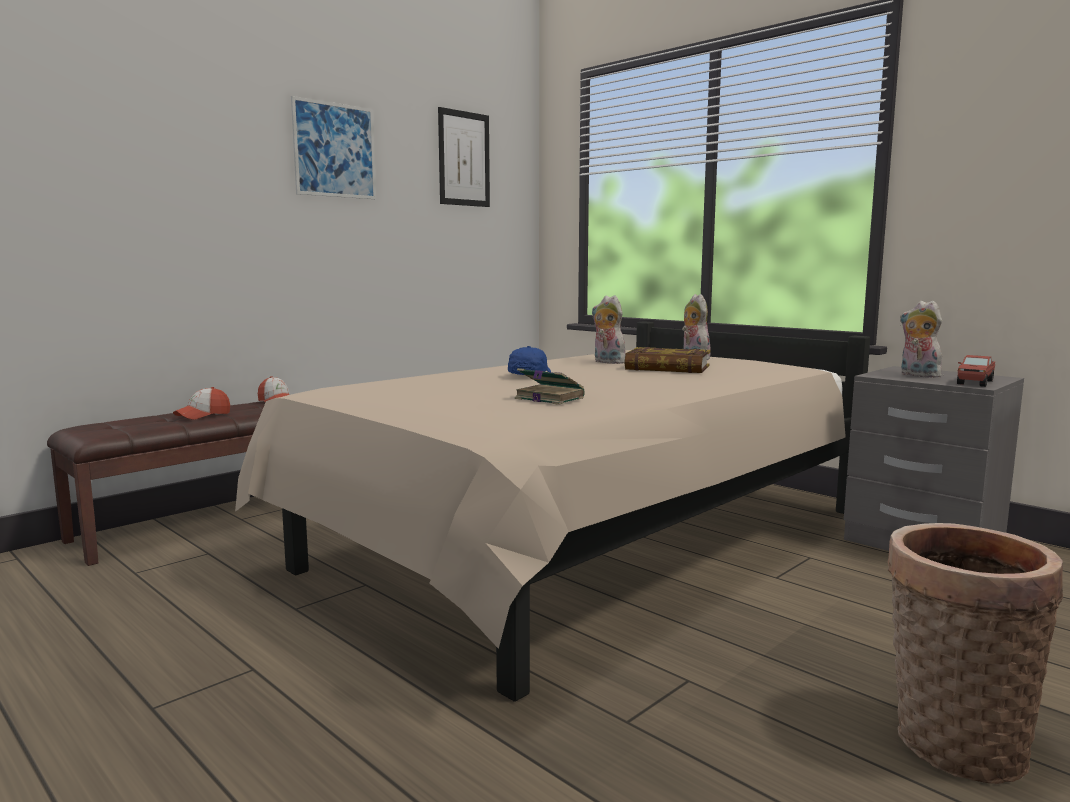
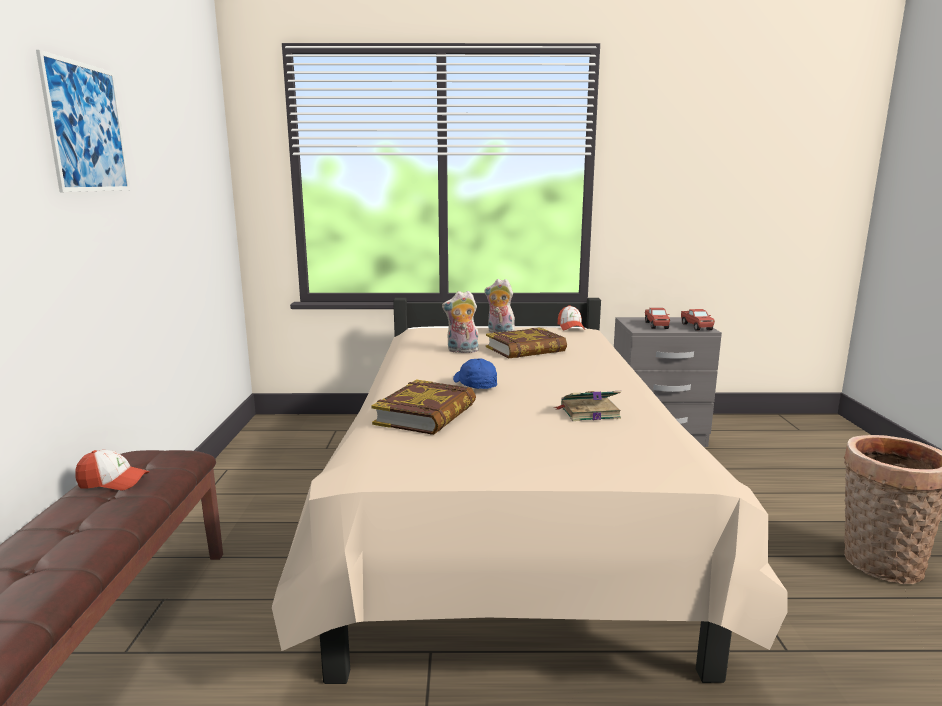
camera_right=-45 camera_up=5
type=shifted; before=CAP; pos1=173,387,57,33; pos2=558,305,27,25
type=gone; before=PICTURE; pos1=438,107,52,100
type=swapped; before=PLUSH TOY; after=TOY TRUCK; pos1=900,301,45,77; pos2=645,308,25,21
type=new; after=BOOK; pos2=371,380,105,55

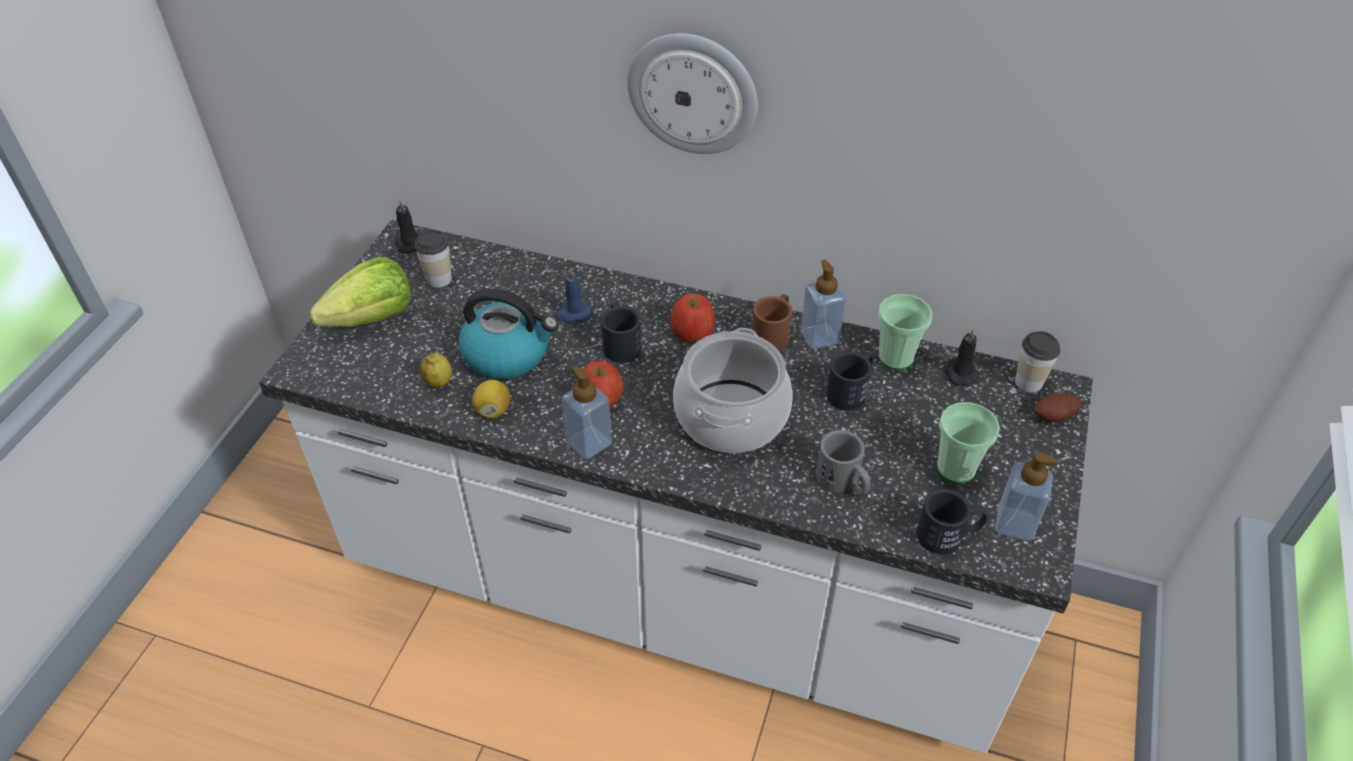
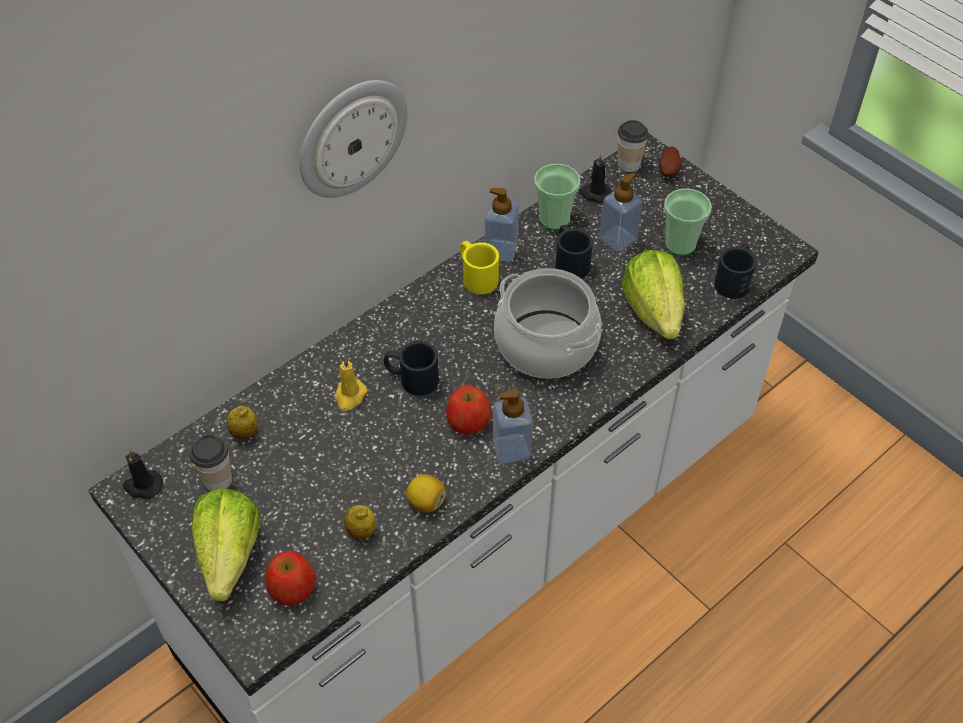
camera_right=-60 camera_up=5
type=gone; before=KETTLE; pos1=459,289,99,90
type=repainted; before=BLUE CANDLE; after=YELLOW CANDLE; pos1=555,268,37,55; pos2=334,357,33,54
type=shifted; before=APPLE; pos1=670,294,45,49; pos2=265,551,51,54
type=repainted; before=BROWN MUG; after=YELLOW MUG; pos1=752,294,40,57; pos2=460,241,39,53
type=swapped; before=GREY MUG; after=LETTUCE; pos1=816,430,55,66; pos2=622,250,63,89
type=shifted; before=SOAP DISPENSER; pos1=995,453,63,88; pos2=600,173,43,79
type=new; after=LEMON; pos2=227,406,31,33

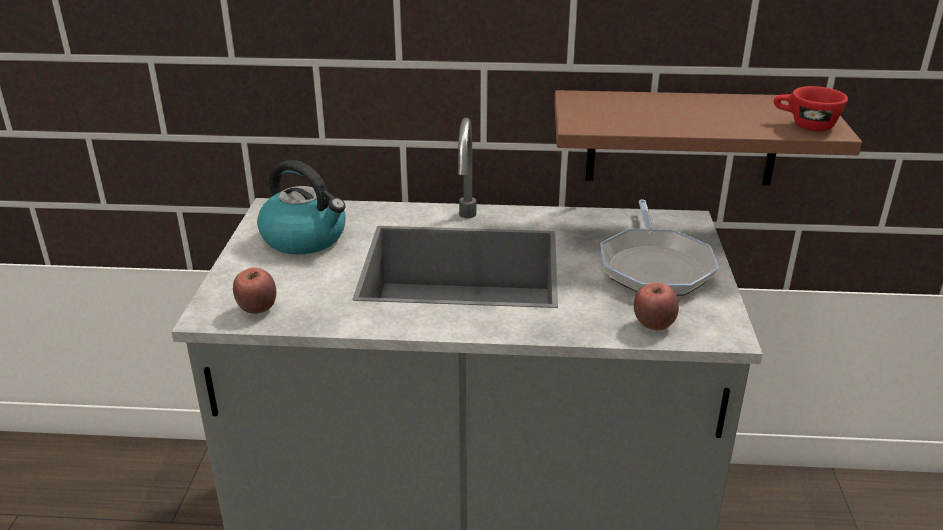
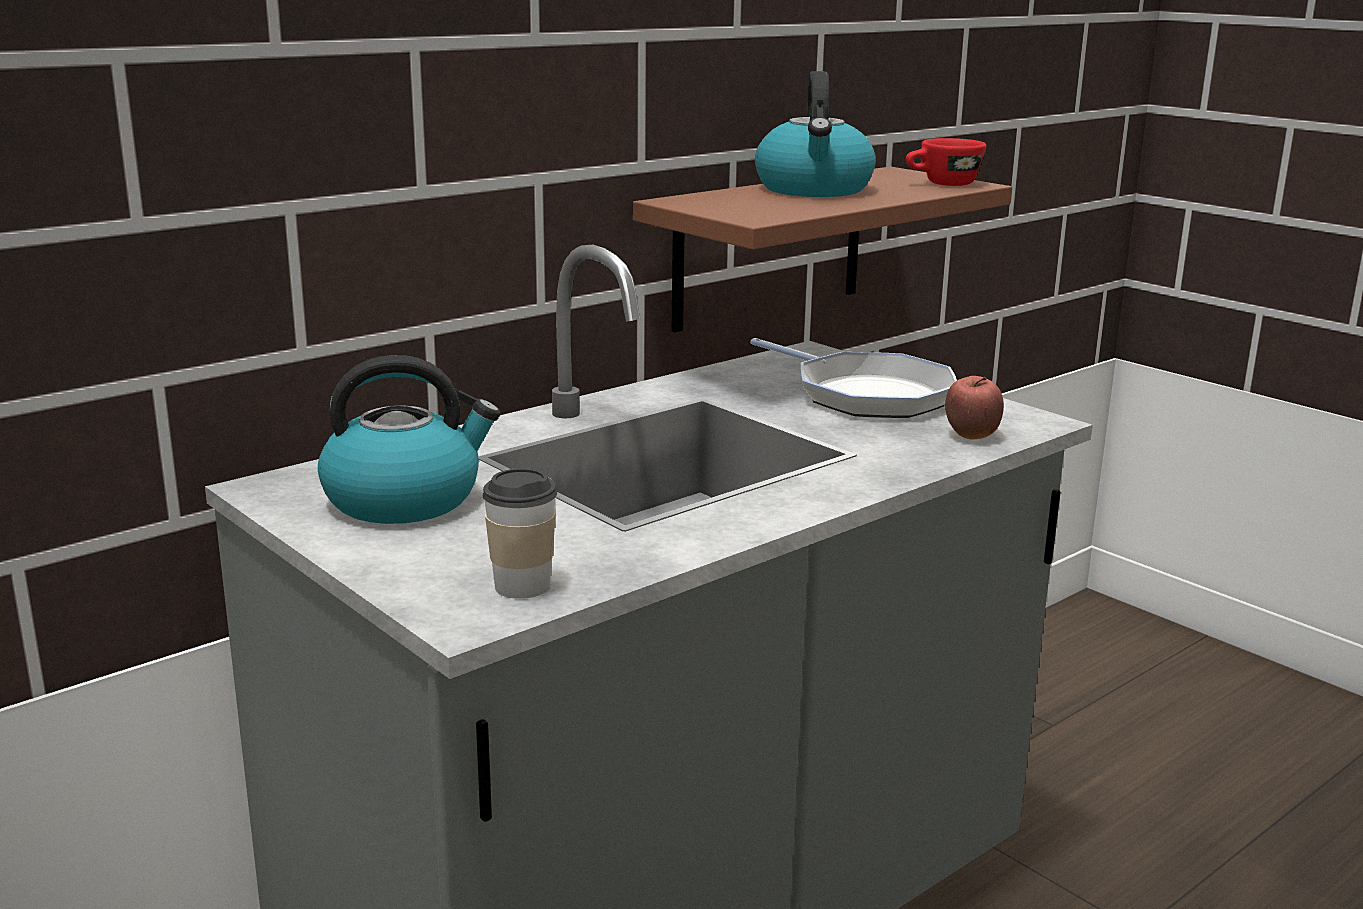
camera_right=-45 camera_up=-10
type=swapped; before=APPLE; after=CUP; pos1=233,267,43,47; pos2=482,468,75,131
type=new; after=KETTLE; pos2=755,71,121,126

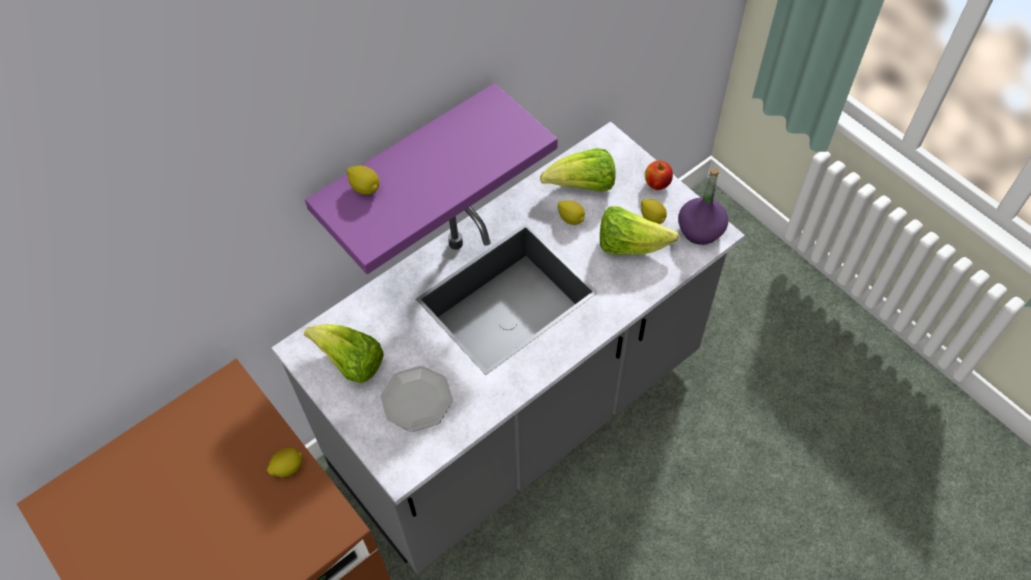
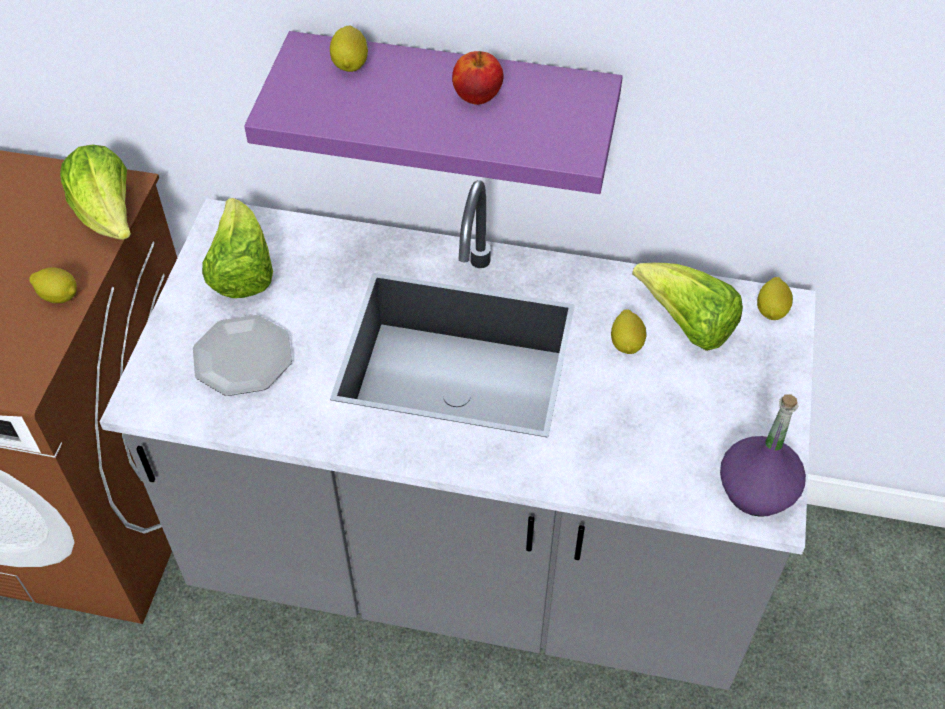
camera_right=50 camera_up=-5
type=shifted; before=LETTUCE; pos1=600,206,79,49; pos2=60,145,71,95
type=shifted; before=LEMON; pos1=641,199,26,25; pos2=757,277,36,43
type=shifted; before=APPLE; pos1=645,160,28,30; pos2=452,51,52,54

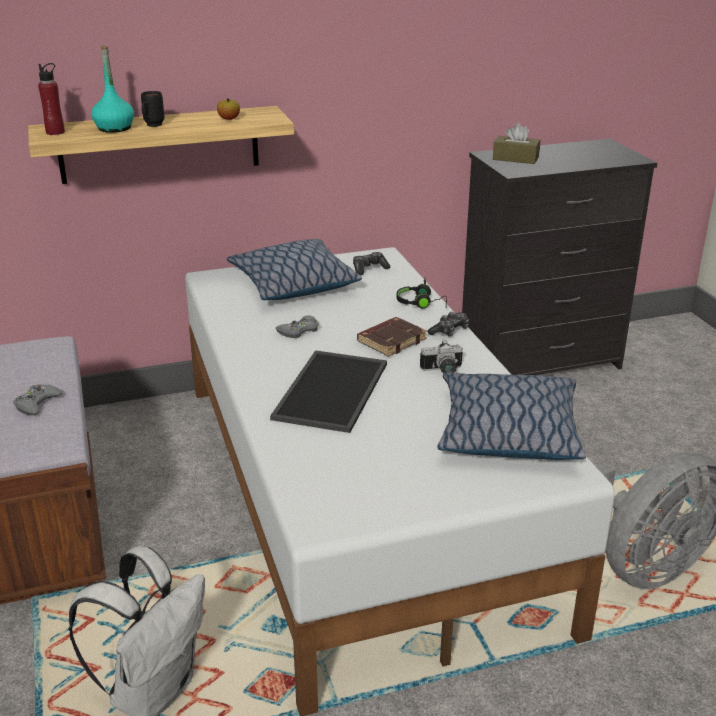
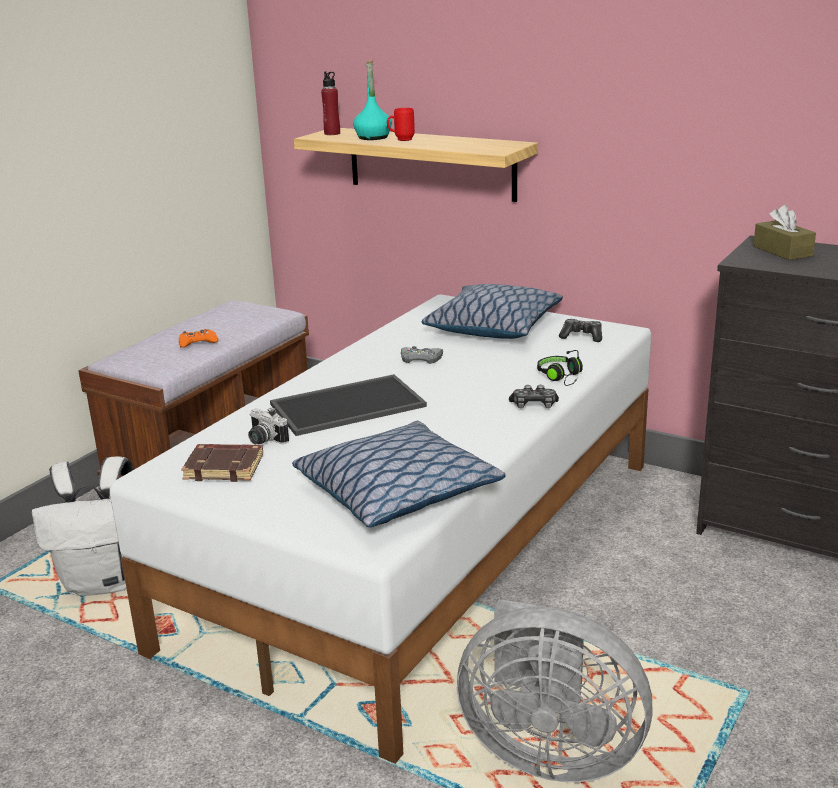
camera_right=50 camera_up=-5
type=repainted; before=GREY GAME CONTROLLER; after=ORANGE GAME CONTROLLER; pos1=13,384,49,31; pos2=179,329,39,19
type=repainted; before=BLACK MUG; after=RED MUG; pos1=141,91,23,36; pos2=387,108,28,33
type=gone; before=APPLE; pos1=217,98,23,22
type=shifted; before=BROWN BOOK; pos1=357,317,70,40; pos2=181,444,82,38
type=shifted; before=PHOTO CAMERA; pos1=420,340,43,33; pos2=248,407,41,38

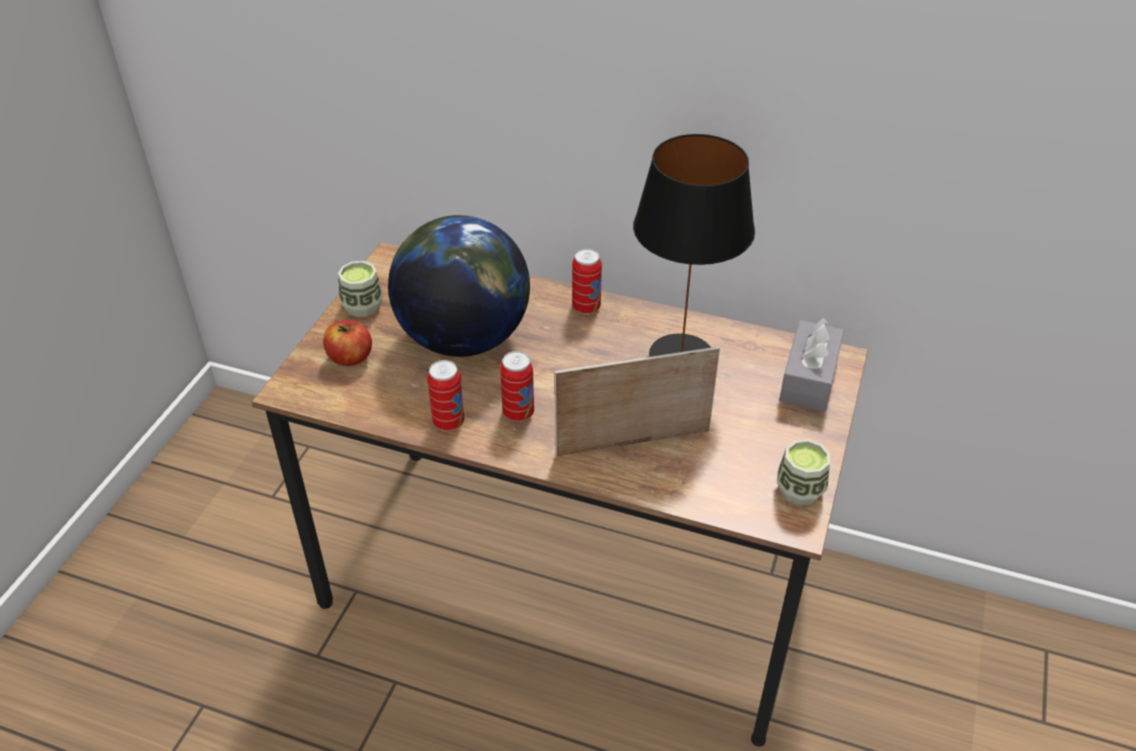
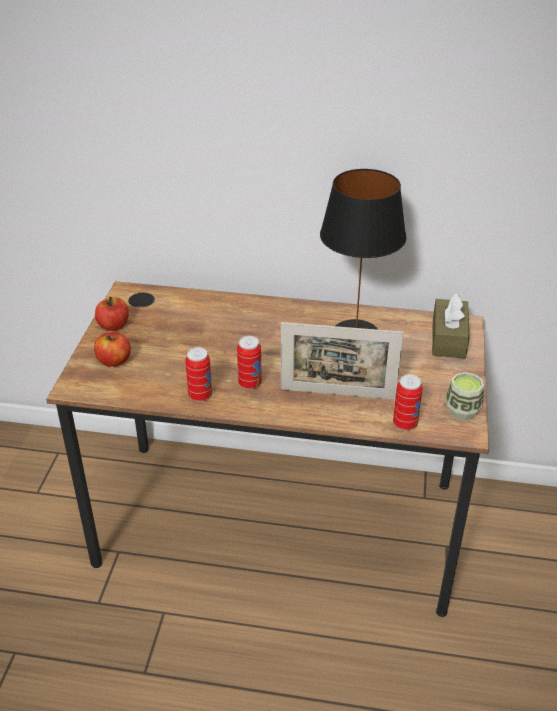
camera_right=-10 camera_up=-5
type=swapped; before=CUP; after=APPLE; pos1=338,261,45,56; pos2=95,297,34,34
type=gone; before=GLOBE; pos1=388,215,142,142
type=rotated; before=PICTURE FRAME; pos1=555,346,165,111; pos2=281,322,123,77; turn=-150
type=shifted; before=CAN; pos1=572,248,30,67; pos2=393,374,30,57
type=repainted; before=GREY TISSUE BOX; after=BROWN TISSUE BOX; pos1=779,318,65,94; pos2=432,293,38,65

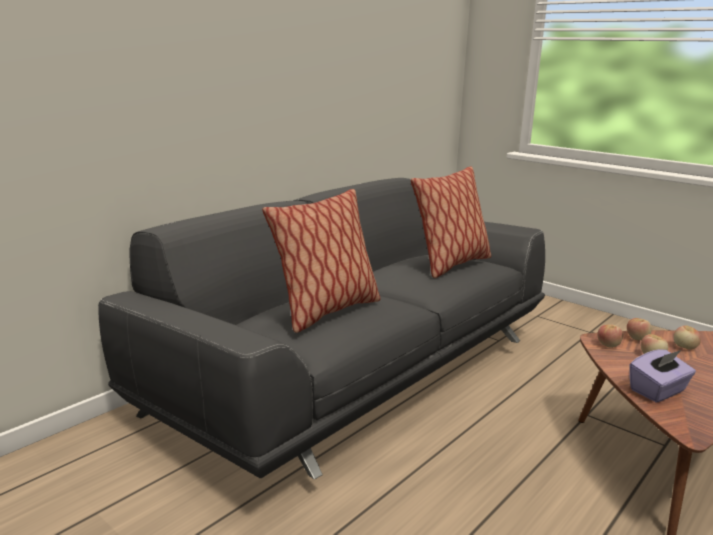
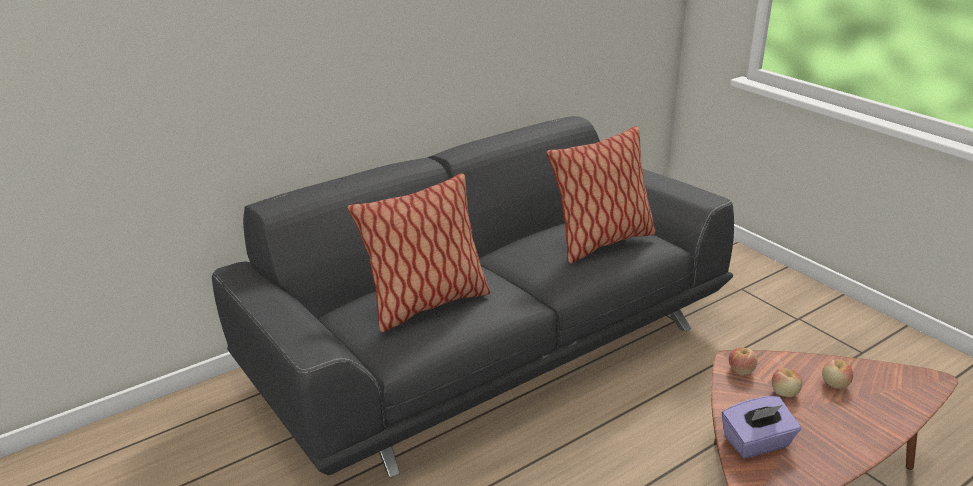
camera_right=15 camera_up=10
type=gone; before=APPLE; pos1=627,318,25,22

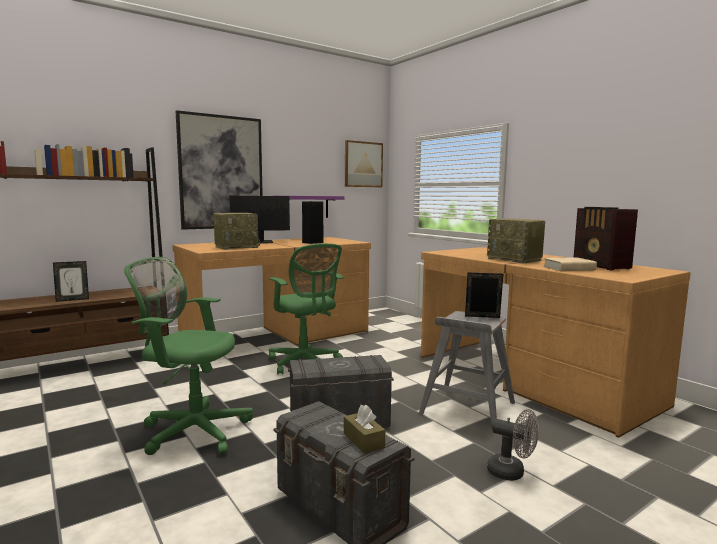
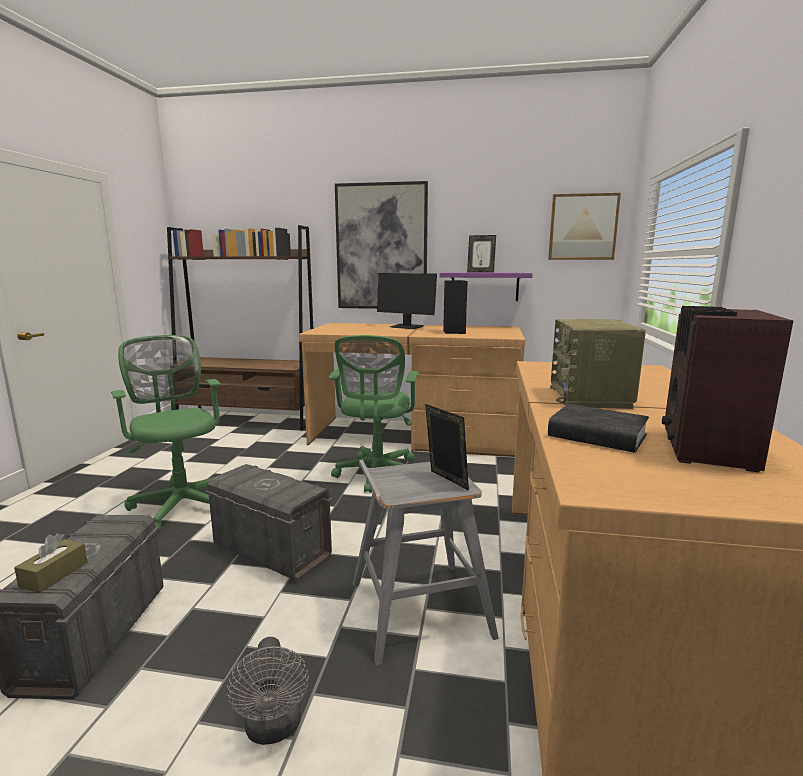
camera_right=45 camera_up=5
type=shifted; before=PICTURE FRAME; pos1=53,261,36,41; pos2=467,235,29,38
type=gone; before=RADIO; pos1=213,213,48,37
type=repainted; before=BEIGE BOOK; after=BLACK BOOK; pos1=543,257,54,14; pos2=548,404,101,49

